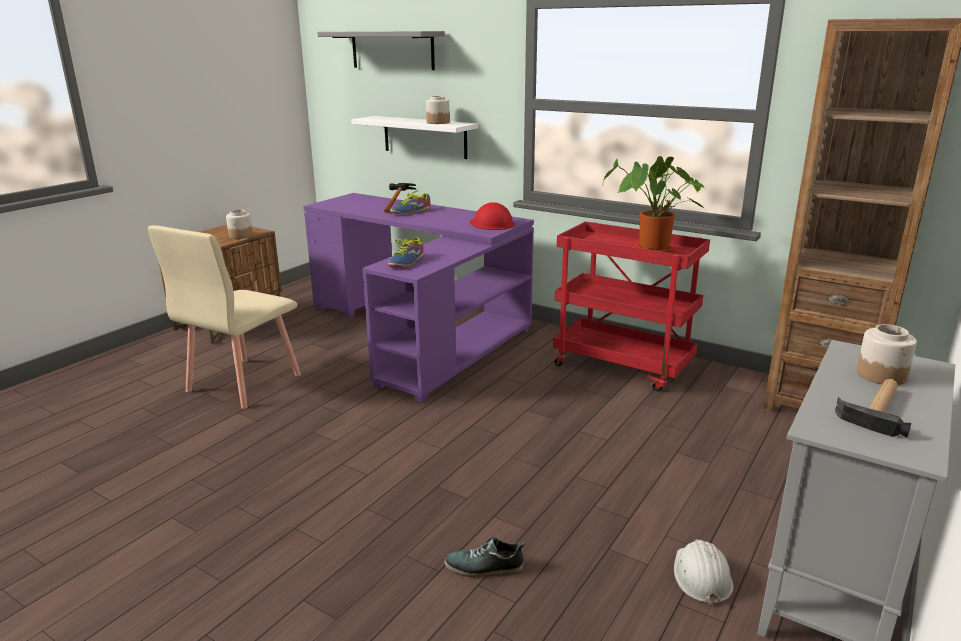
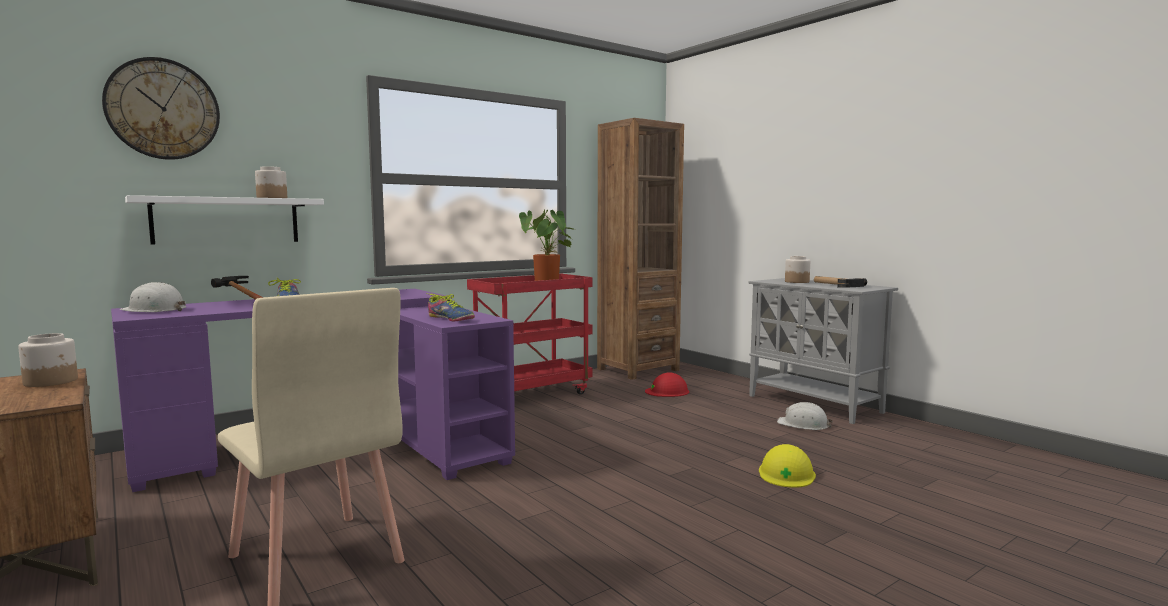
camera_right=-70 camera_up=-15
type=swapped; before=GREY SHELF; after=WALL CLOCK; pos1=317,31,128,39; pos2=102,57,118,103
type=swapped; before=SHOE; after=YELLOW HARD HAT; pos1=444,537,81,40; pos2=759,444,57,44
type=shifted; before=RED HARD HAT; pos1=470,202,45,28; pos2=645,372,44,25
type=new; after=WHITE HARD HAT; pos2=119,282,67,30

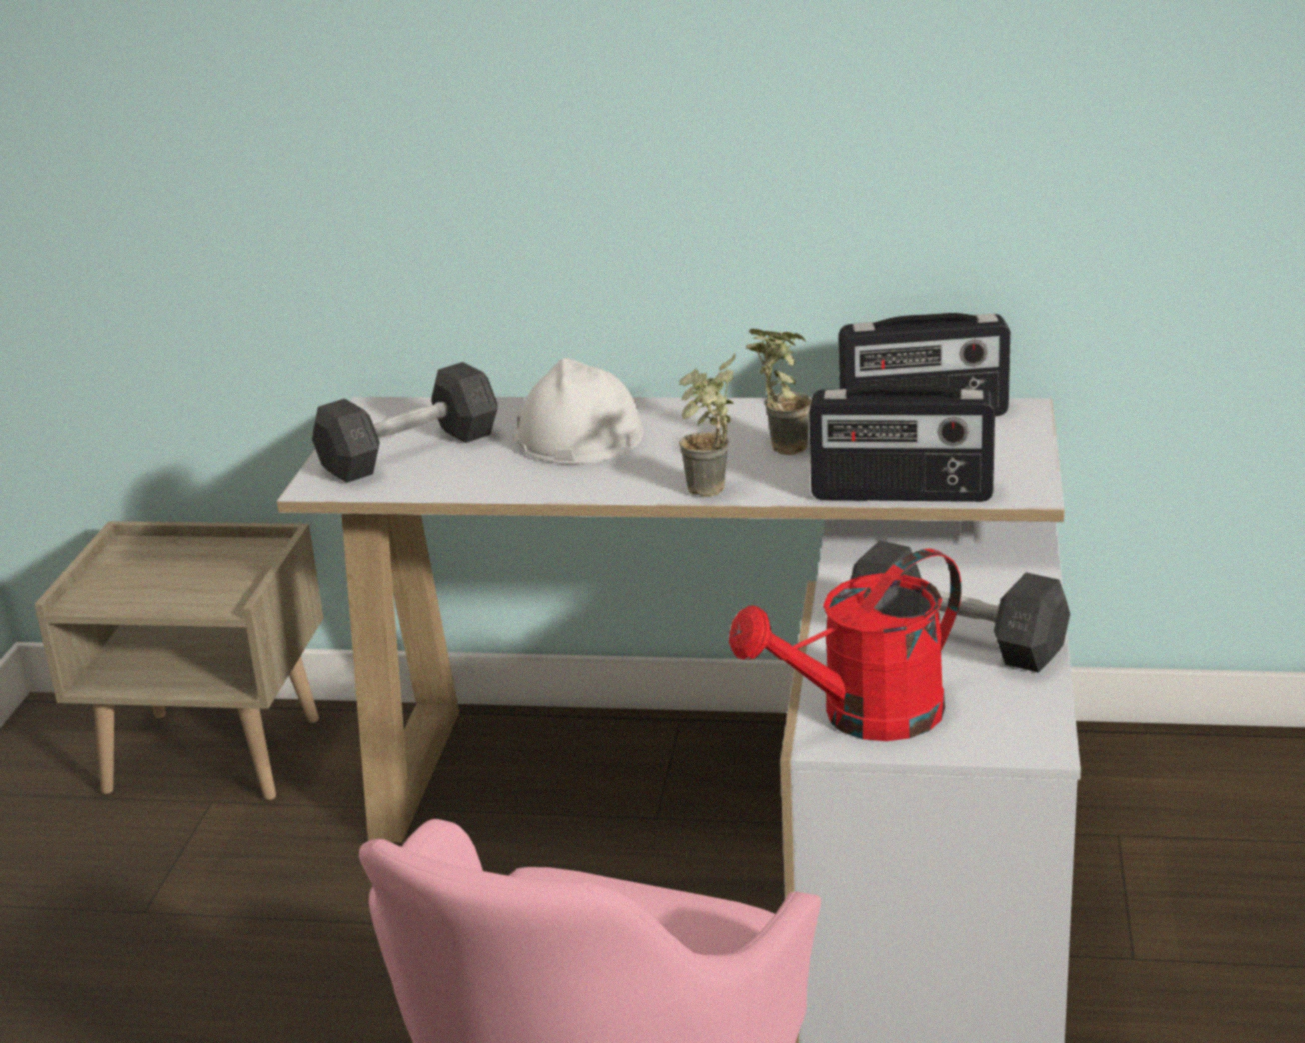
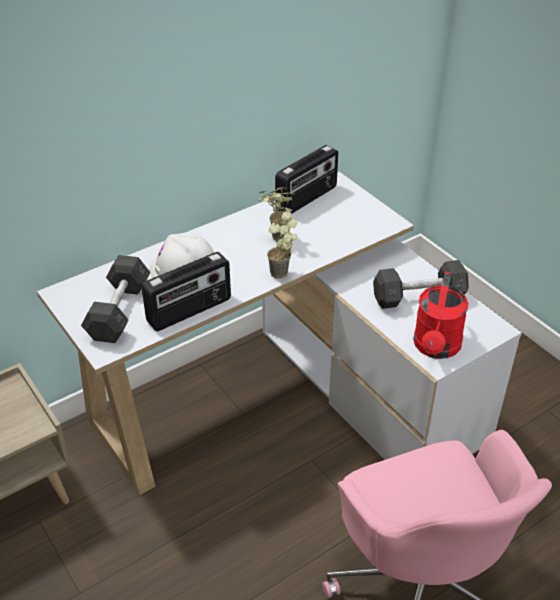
camera_right=-45 camera_up=15
type=shifted; before=RADIO; pos1=809,385,186,117; pos2=142,252,89,79

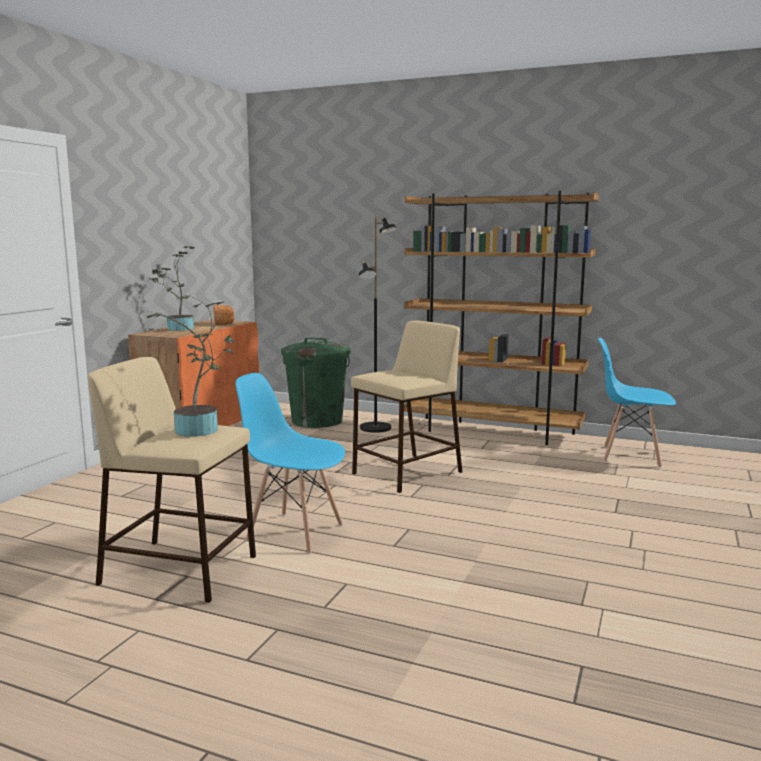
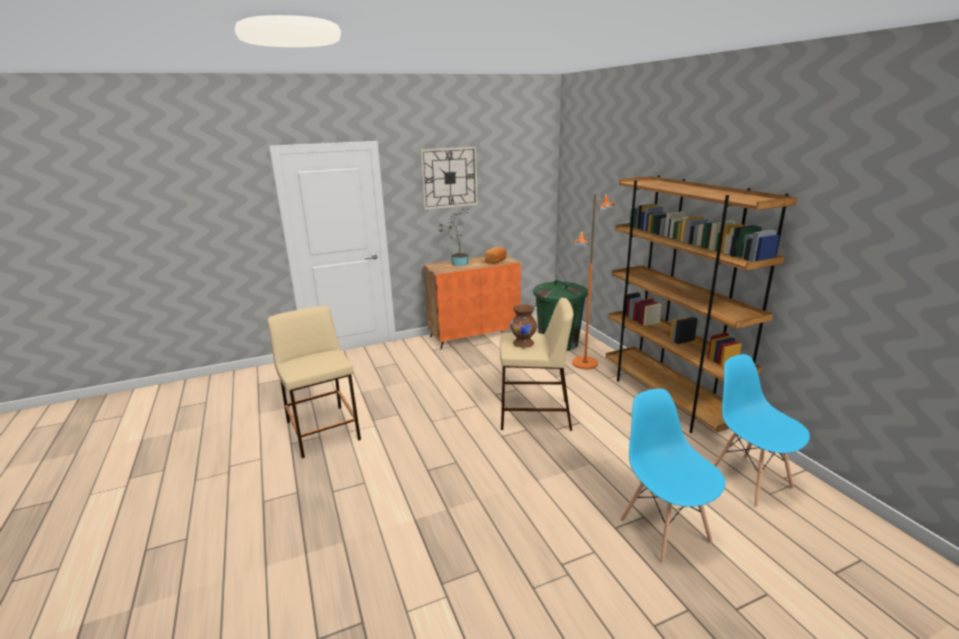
camera_right=45 camera_up=10
type=gone; before=POTTED PLANT; pos1=147,295,88,142
type=shifted; before=BLUE CHAIR; pos1=235,373,110,181; pos2=620,388,106,176
type=repainted; before=BLACK FLOOR LAMP; after=ORANGE FLOOR LAMP; pos1=359,215,38,218; pos2=572,194,43,175
type=new; after=WALL CLOCK; pos2=420,147,58,63
type=new; after=BROWN VASE; pos2=510,304,27,44

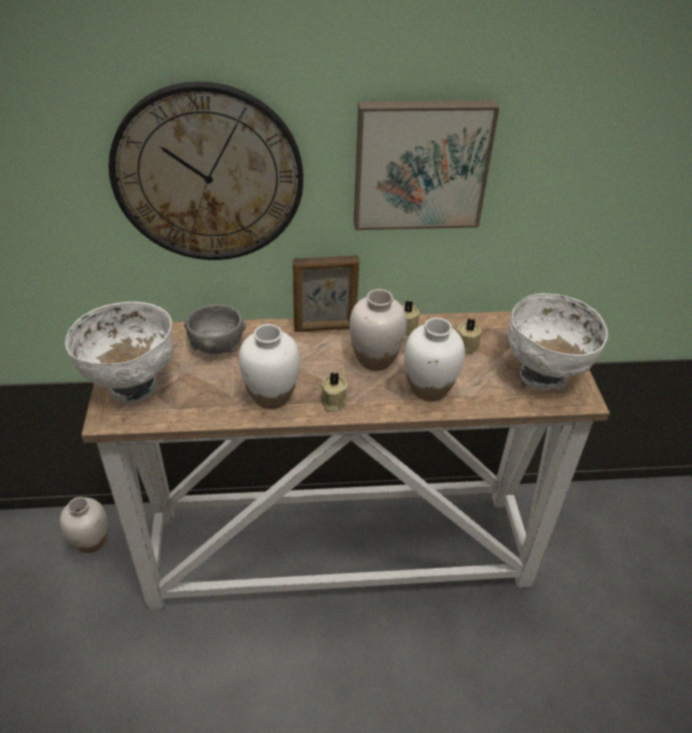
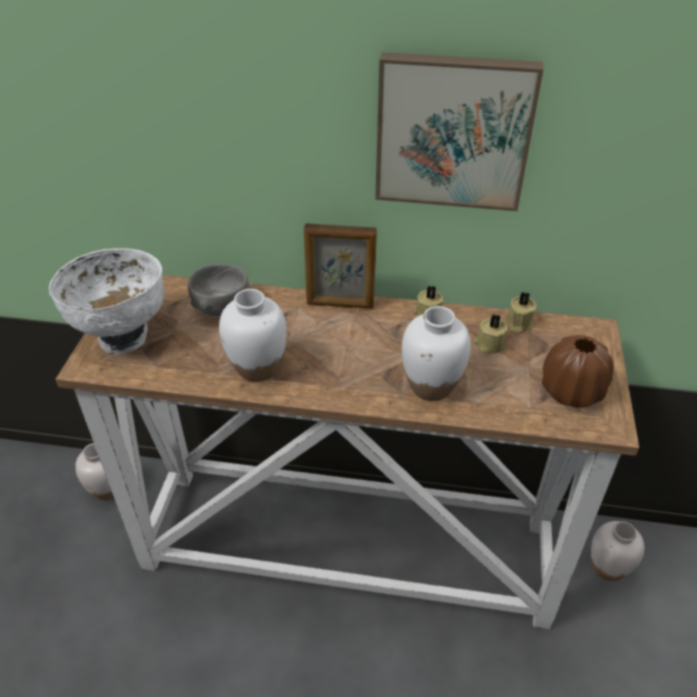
camera_right=15 camera_up=0
type=gone; before=WALL CLOCK; pos1=109,81,194,179
type=shifted; before=BEIGE CANDLE; pos1=321,372,27,40; pos2=506,291,31,42
type=shifted; before=WHITE VASE; pos1=349,289,58,82; pos2=591,521,54,60
type=swapped; before=WHITE BOWL; after=BROWN VASE; pos1=508,293,100,97; pos2=542,335,72,72

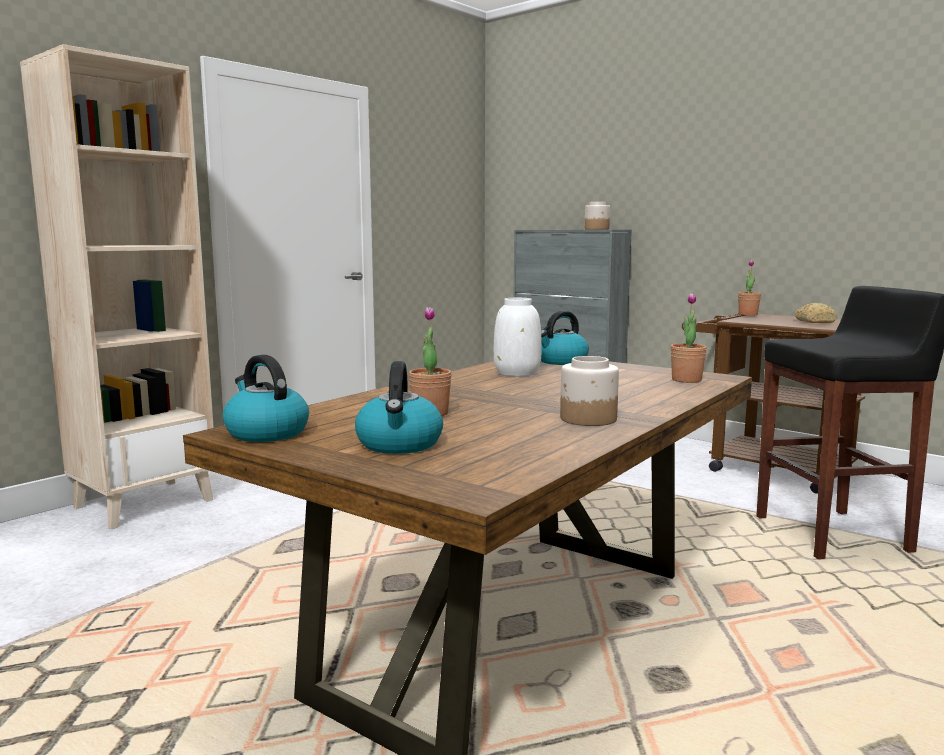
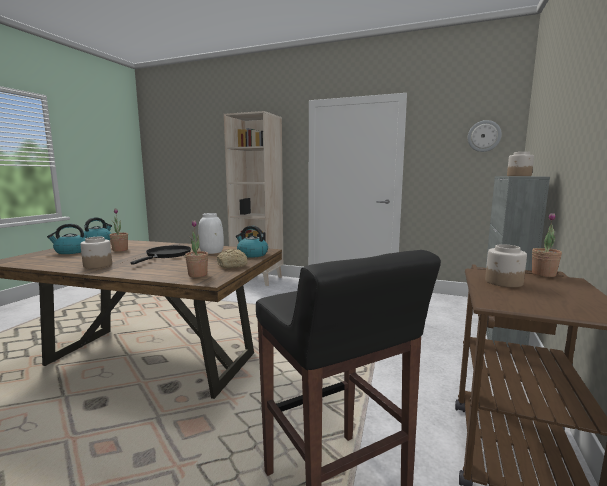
camera_right=70 camera_up=0
type=shifted; before=BREAD; pos1=795,303,42,20; pos2=217,249,30,19
type=new; after=BLACK FRYING PAN; pos2=131,245,60,20
type=new; after=WALL CLOCK; pos2=468,120,34,32
type=new; after=JAR; pos2=485,244,42,43

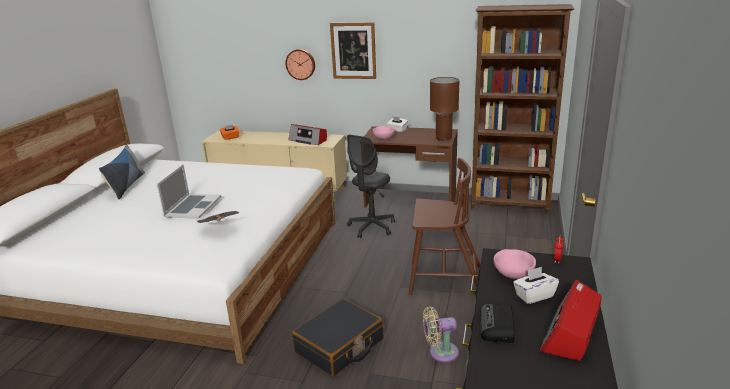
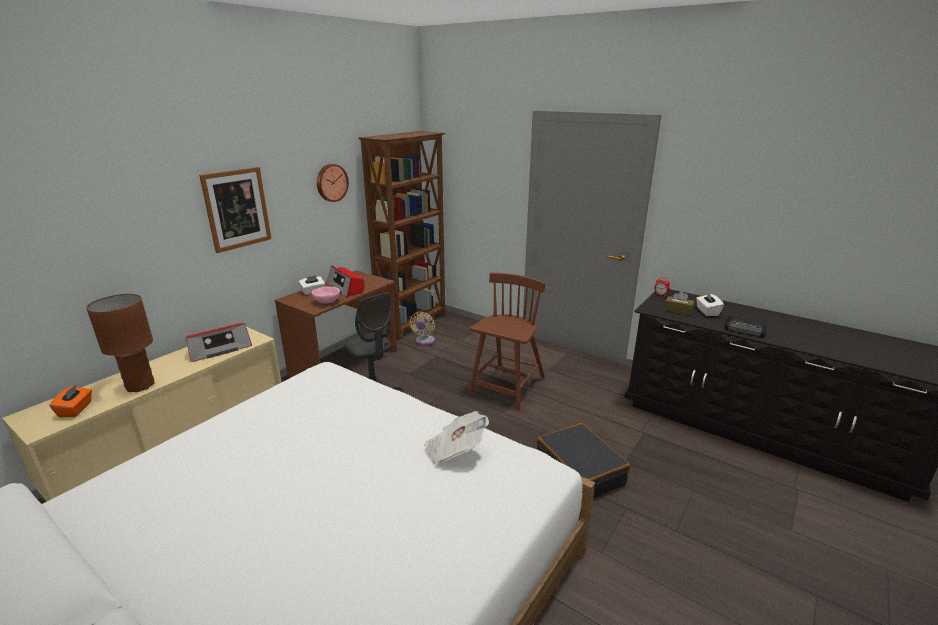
camera_right=-70 camera_up=0
type=gone; before=PILLOW; pos1=99,144,46,56
type=gone; before=LAPTOP; pos1=157,164,64,55
type=shifted; before=WALL CLOCK; pos1=285,49,30,31; pos2=317,164,32,38
type=shifted; before=BEIGE FAN; pos1=423,306,36,56; pos2=409,312,26,33
type=shifted; before=BROWN TABLE LAMP; pos1=430,77,29,64; pos2=86,294,68,98
type=swapped; before=PINK BOWL; after=BROWN TISSUE BOX; pos1=493,249,43,30; pos2=664,291,30,24
type=shifted; before=RADIO; pos1=539,280,63,81; pos2=327,266,37,31

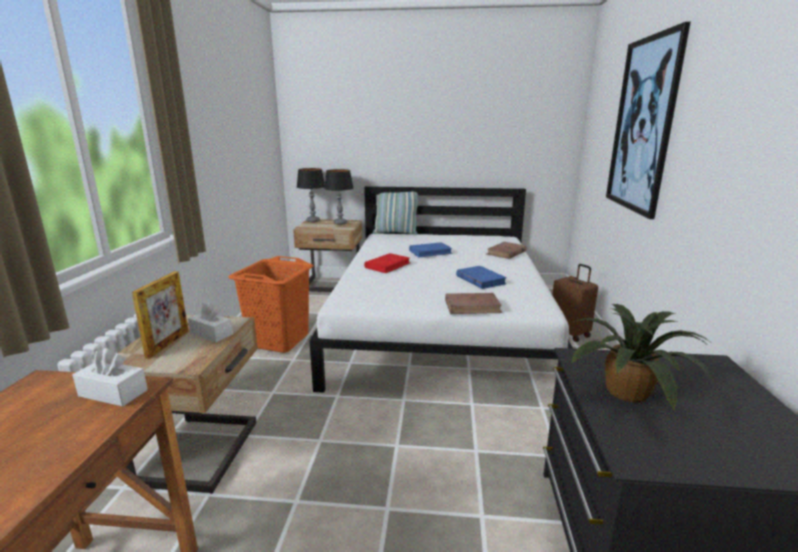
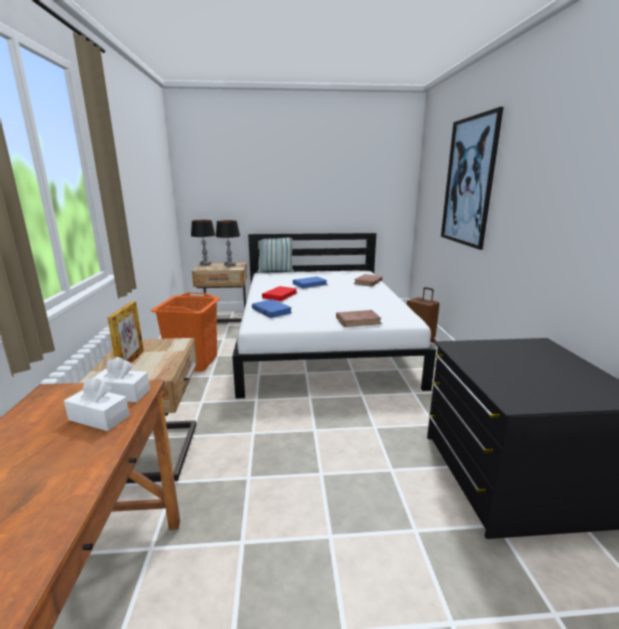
camera_right=-10 camera_up=0
type=shifted; before=WHITE TISSUE BOX; pos1=188,302,45,40; pos2=64,377,66,54
type=shifted; before=BLUE BOOK; pos1=456,266,51,23; pos2=252,299,40,19
type=gone; before=POTTED PLANT; pos1=571,304,142,106

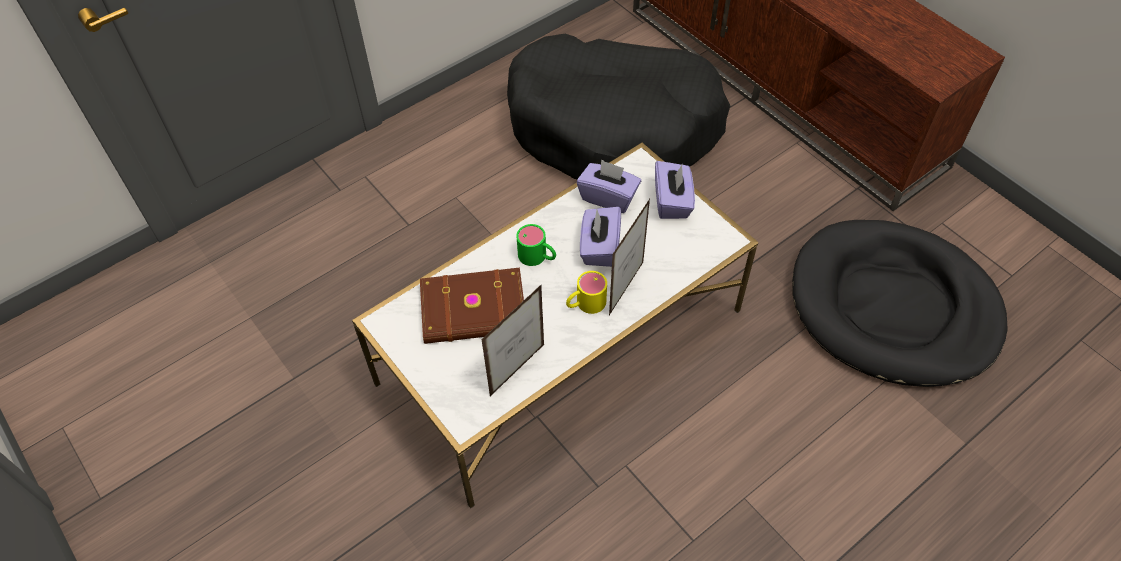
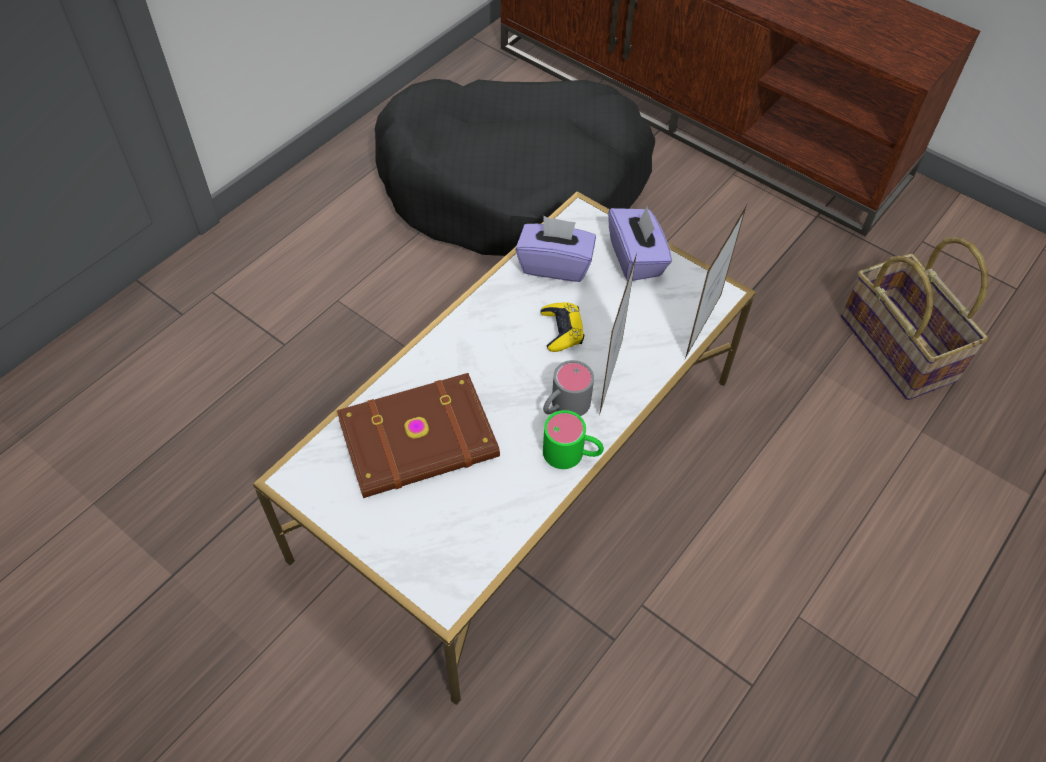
camera_right=-15 camera_up=0
type=shifted; before=PICTURE FRAME; pos1=481,284,63,112; pos2=685,205,62,153
type=shifted; before=GREEN MUG; pos1=516,224,40,42; pos2=543,410,61,59
type=repainted; before=YELLOW MUG; after=GREY MUG; pos1=566,271,41,43; pos2=543,360,51,56
type=swapped; before=PURPLE TISSUE BOX; after=YELLOW GAME CONTROLLER; pos1=580,207,41,60; pos2=541,302,43,50
type=swapped; before=BLACK DOG BED; after=BASKET; pos1=792,220,216,167; pos2=841,237,147,163

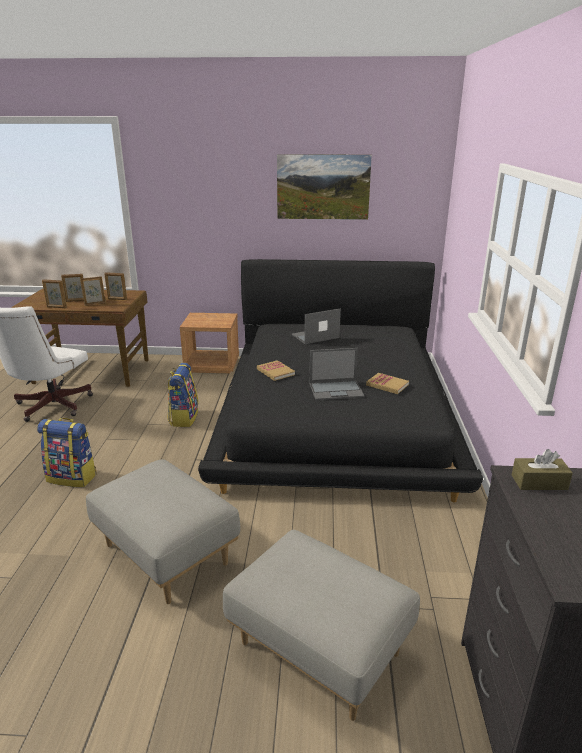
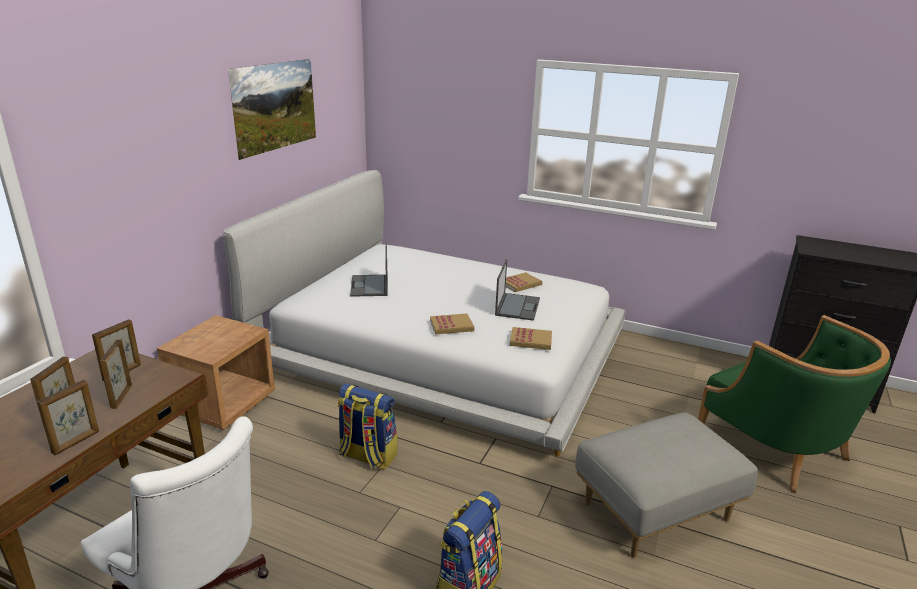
camera_right=-70 camera_up=0
type=repainted; before=BLACK BED; after=WHITE BED; pos1=198,259,285,243; pos2=223,170,403,286
type=swapped; before=GREY OTTOMAN; after=GREEN ARMCHAIR; pos1=223,530,197,191; pos2=698,315,193,178
type=gone; before=BROWN TISSUE BOX; pos1=512,449,61,41
type=new; after=BOOK; pos2=510,327,42,23

